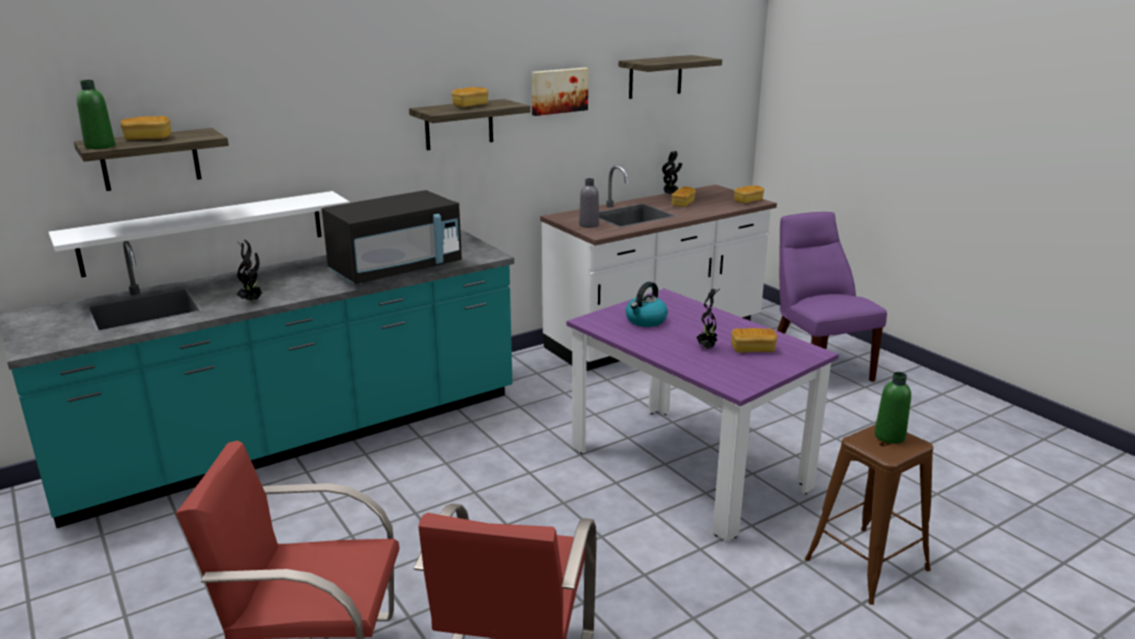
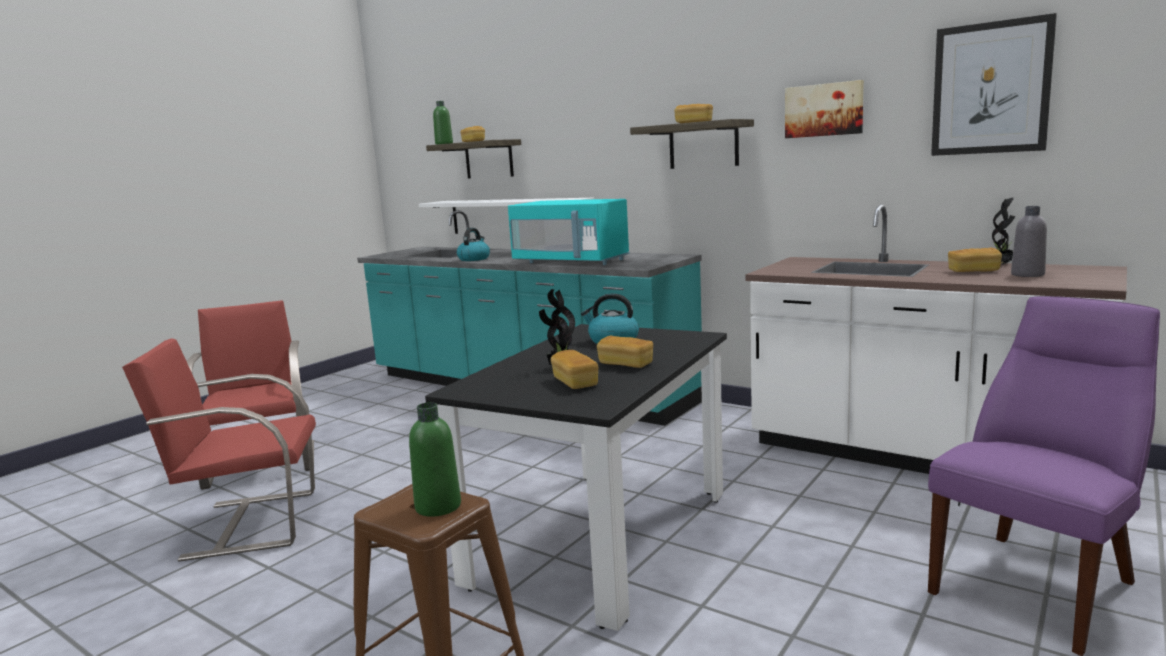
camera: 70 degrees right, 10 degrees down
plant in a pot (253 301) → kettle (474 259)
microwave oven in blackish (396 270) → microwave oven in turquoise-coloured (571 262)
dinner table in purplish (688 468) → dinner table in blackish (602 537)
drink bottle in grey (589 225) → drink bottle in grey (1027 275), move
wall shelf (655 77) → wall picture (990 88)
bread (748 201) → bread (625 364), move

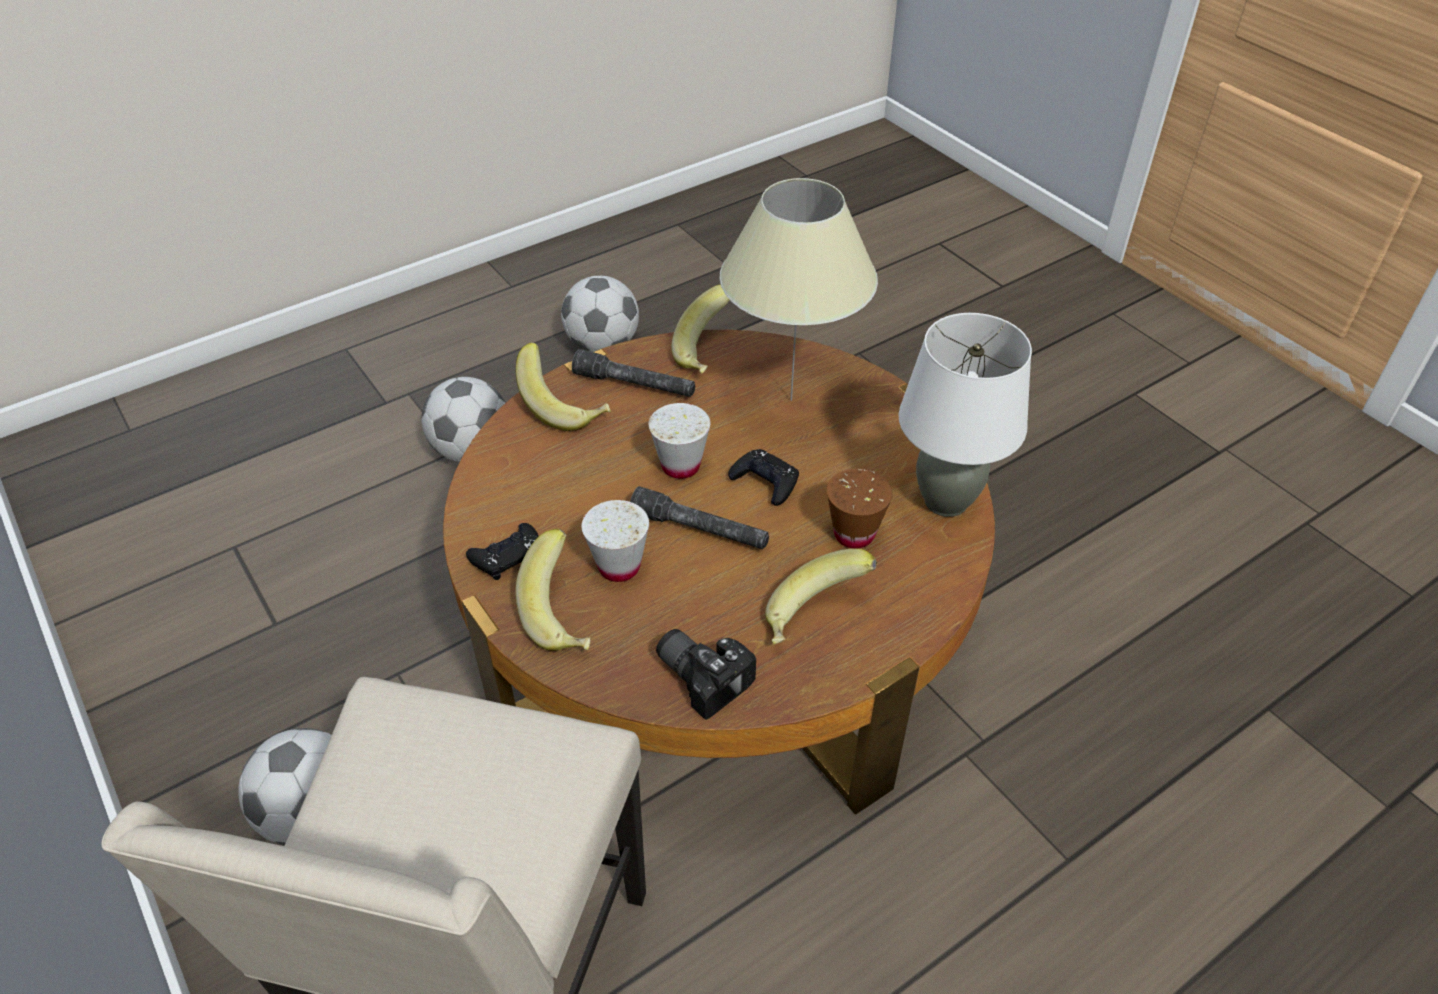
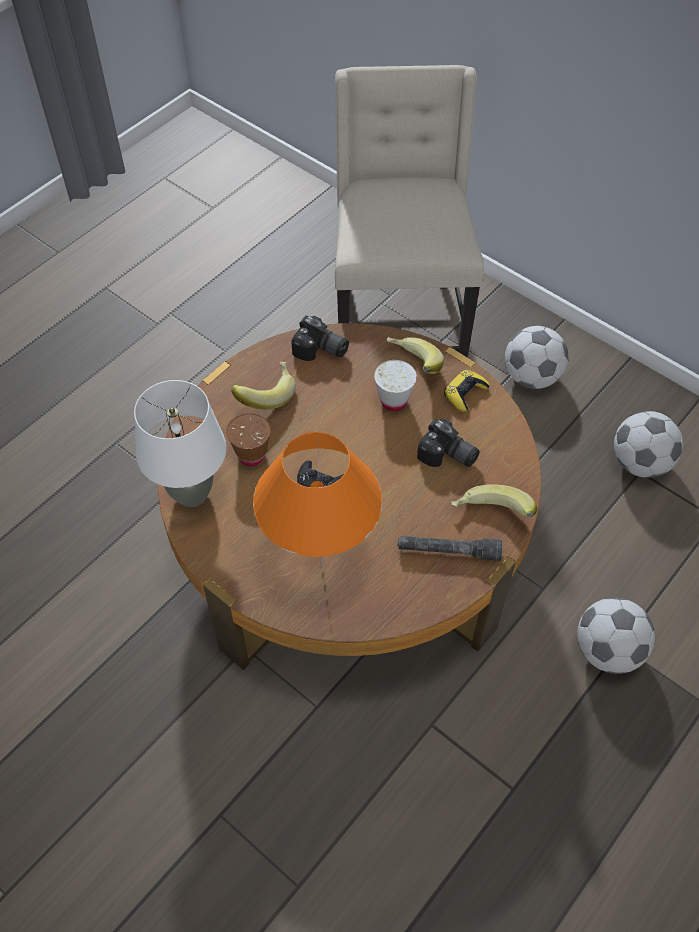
camera: 165 degrees right, 10 degrees up
joypad in blackish (507 556) → joypad in yellow-coloured (465 393)
ball for football (602 345) → ball for football (640 463), move
torch in grey (700 529) → -
cup in white-coloured (680 466) → -
whole banana (708 352) → -
lamp for a table in sand-coloured (791 400) → lamp for a table in orange (320 564)
- → still camera (447 456)

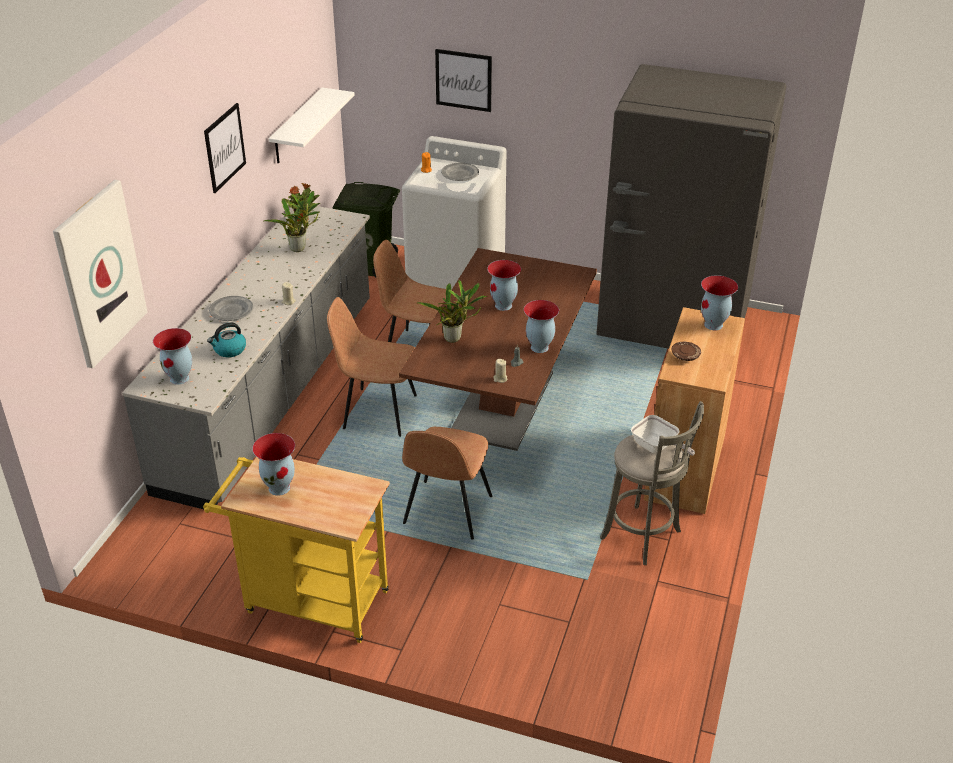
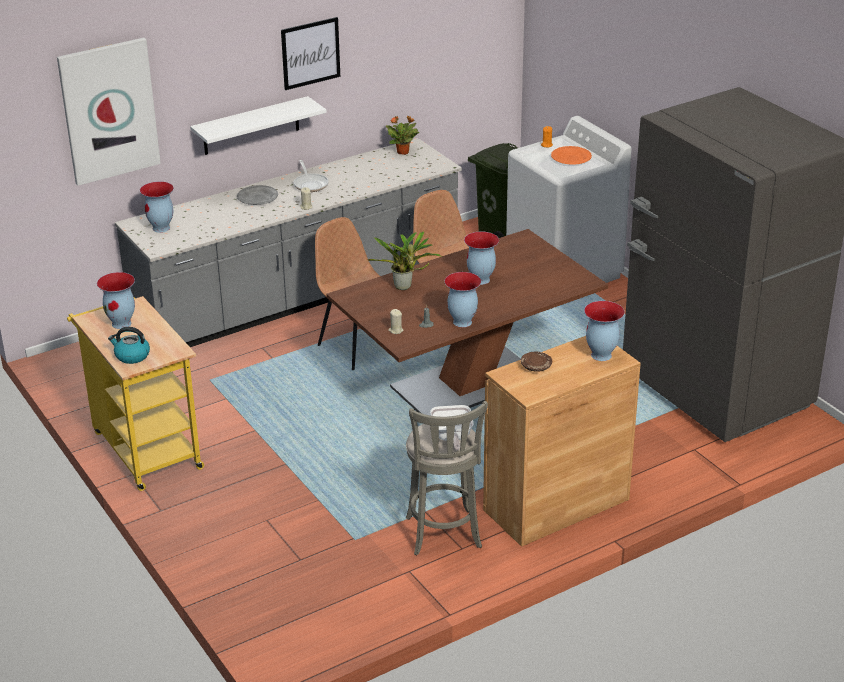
camera: 40 degrees right, 5 degrees down
kettle (229 350) → kettle (131 356), move
plant in a pot (300 248) → -
wall shelf in white-coloured (297 126) → wall shelf in white-coloured (251 126), move
chair in brown (447 511) → -
wall picture (463 80) → -
dinner plate in grey (460 174) → dinner plate in orange (571 158)
- → skillet (310 184)

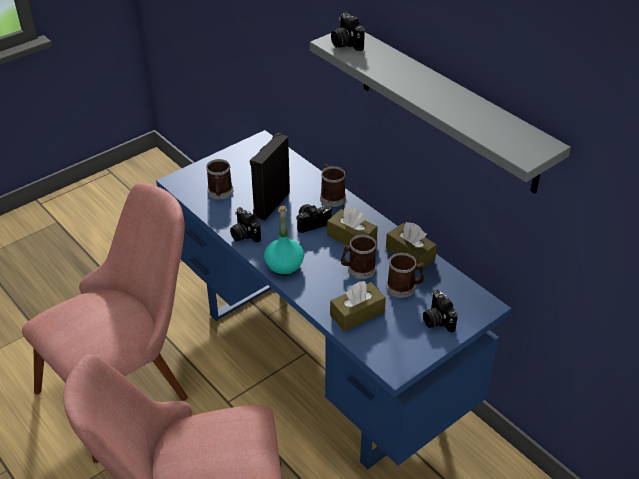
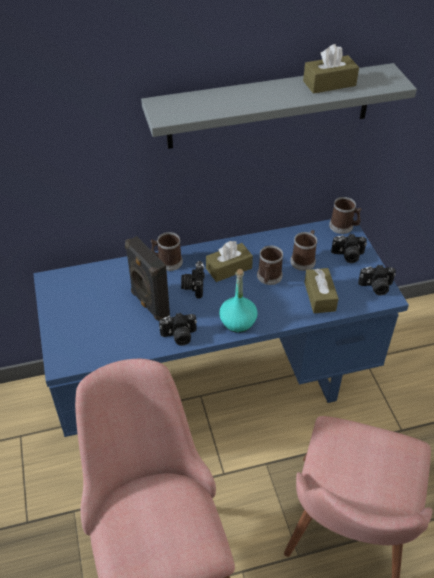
camera: 65 degrees left, 5 degrees up
tea mug (220 193) → tea mug (344 226), move
still camera (345 43) → still camera (376 287), move
box of tissues in brown (410 254) → box of tissues in brown (329 83), move

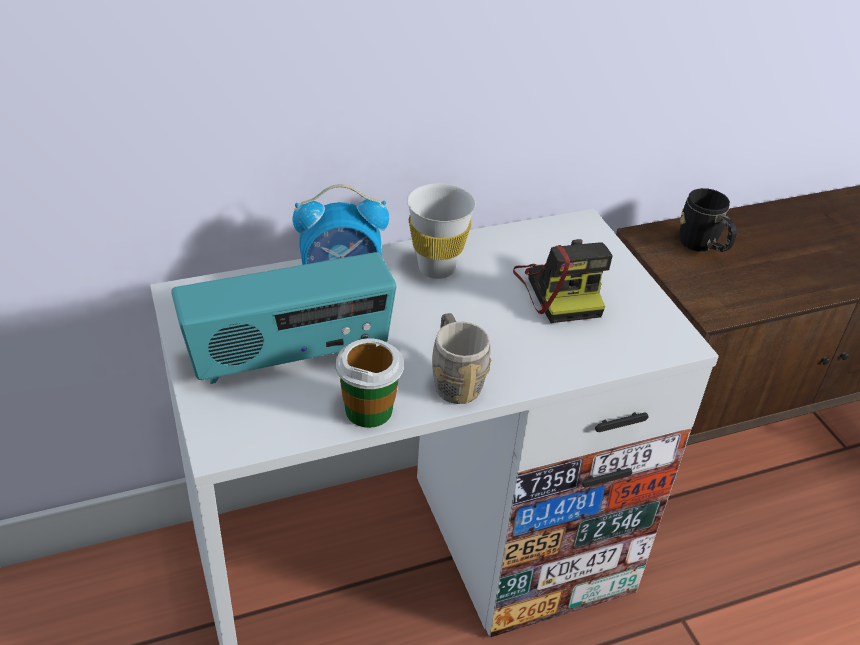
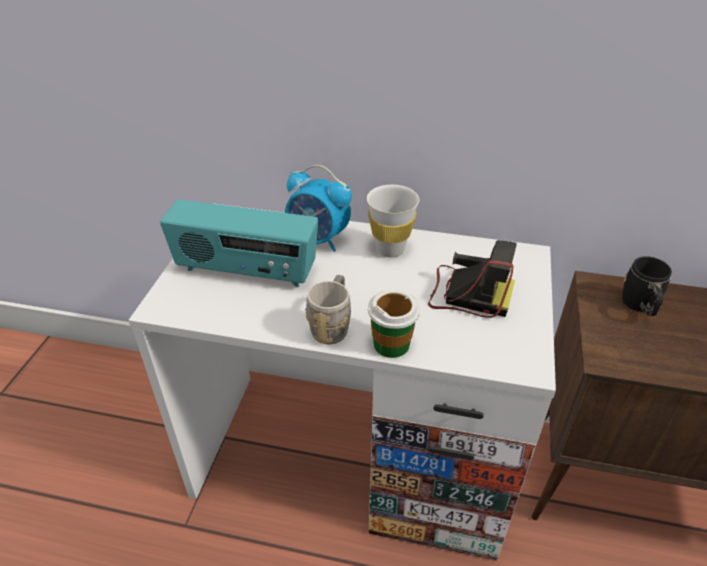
camera: 35 degrees right, 0 degrees up
cup (369 410) → cup (391 344), move
still camera (560 289) → still camera (467 294), 90 degrees counterclockwise

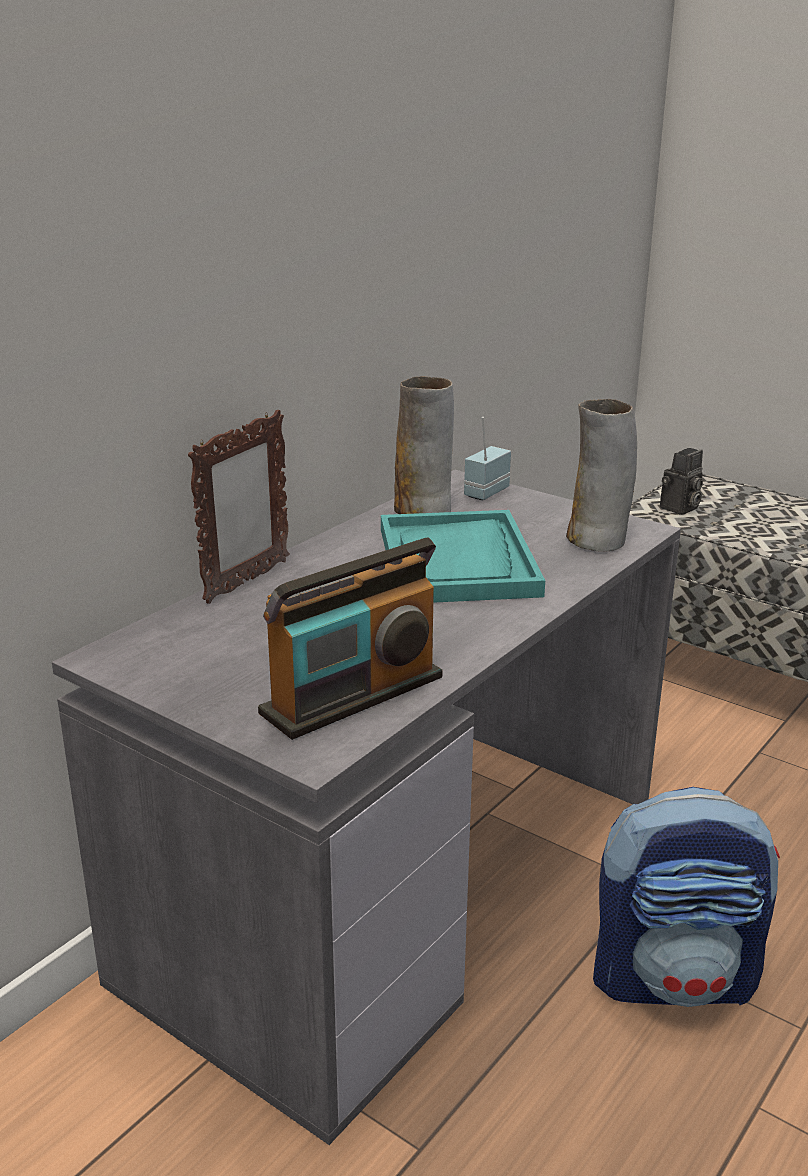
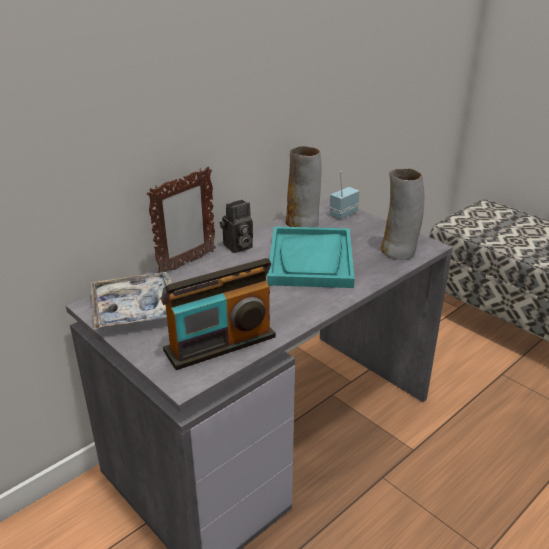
camera: 10 degrees right, 5 degrees up
knapsack (674 978) → -
still camera (679 509) → still camera (237 247), move
- → carrying tray (135 309)

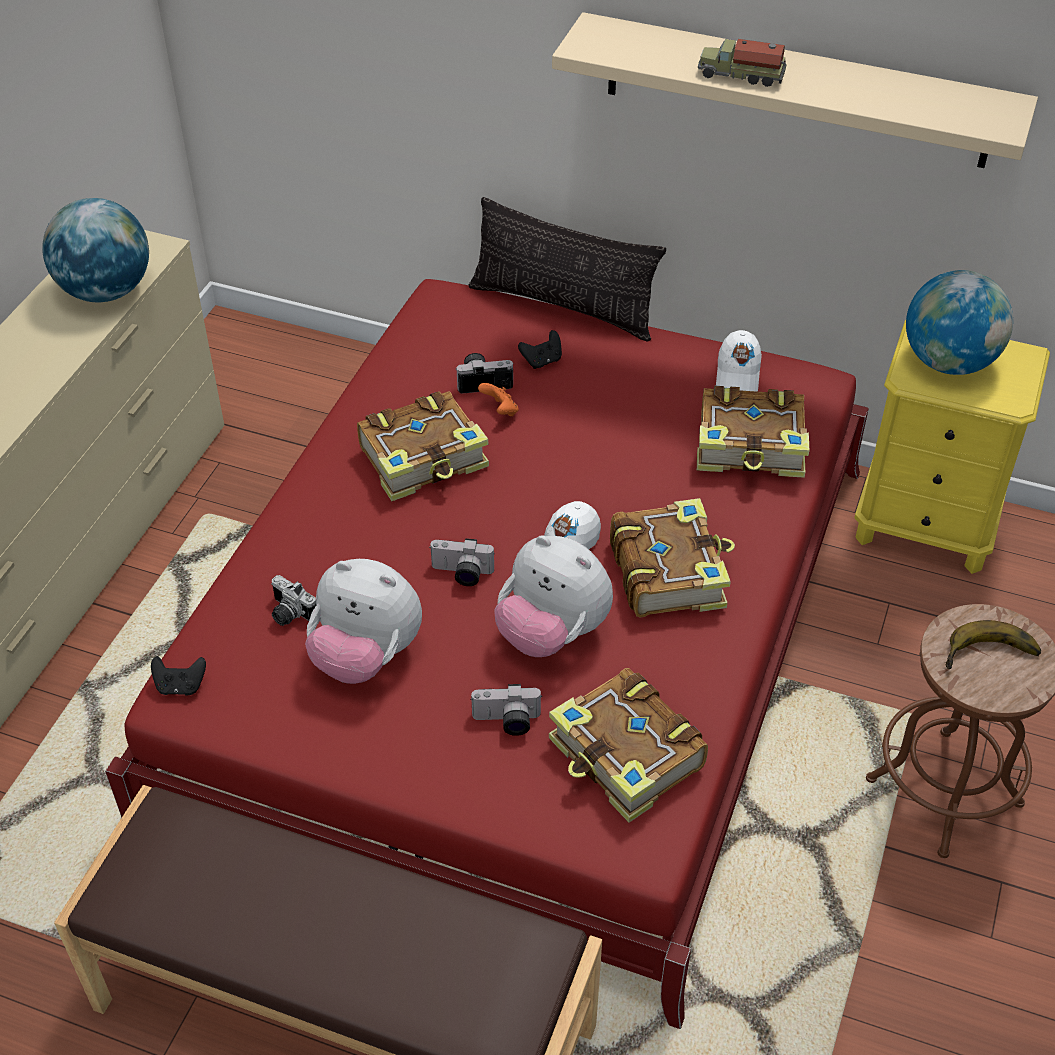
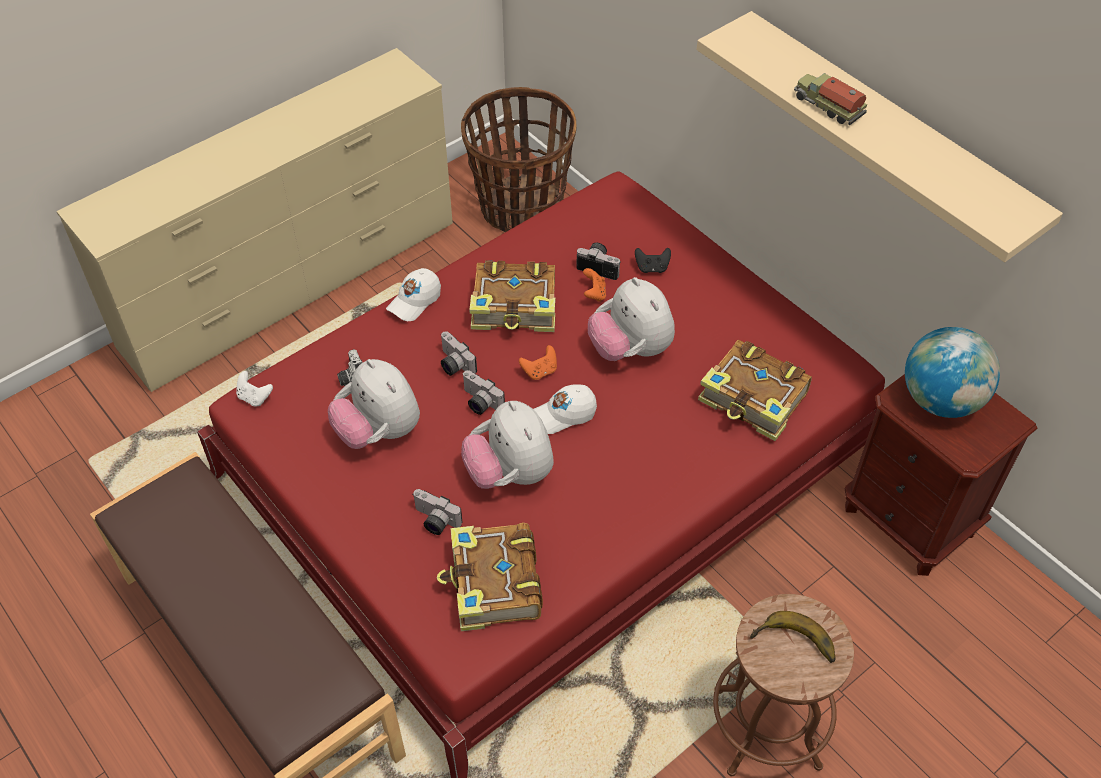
camera: 30 degrees right, 5 degrees up
globe (106 291) → -
joypad in blackish (180 686) → joypad in white-coloured (254 397)
cushion (563 306) → -
volume (668 571) → -
peaked cap in white-coloured (738 373) → peaked cap in white-coloured (414 301), move
night table in yellow-coloured (925 526) → night table in brown (908 520)
- → still camera (453 364)
- → household basket (520 208)
- → joypad in orange (540 371)
- → cuddly toy (630 349)

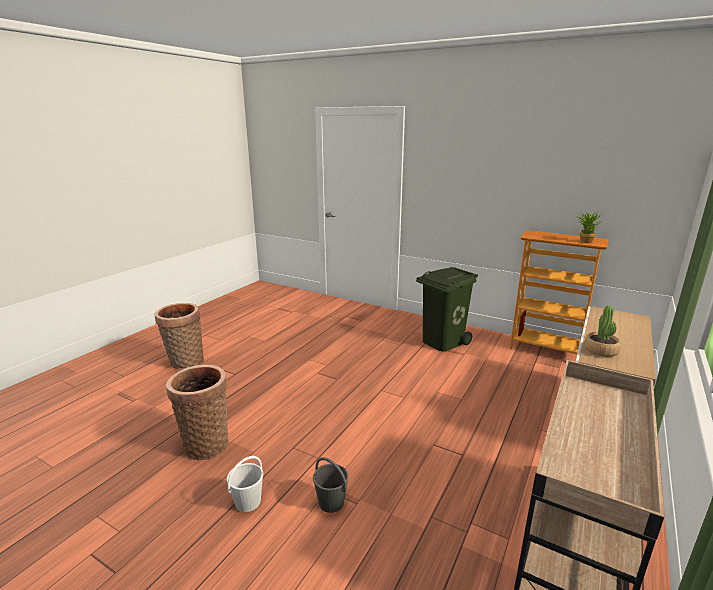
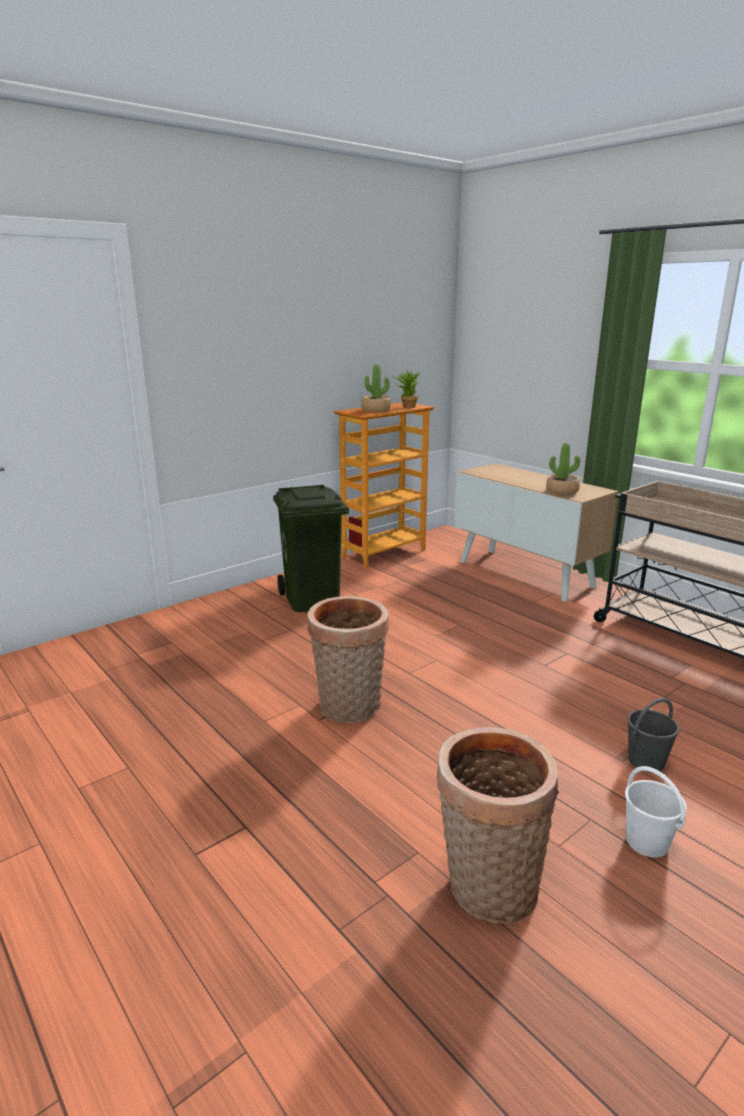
camera: 70 degrees left, 0 degrees up
household basket (185 362) → household basket (349 709), move
- → plant in a pot (375 410)

